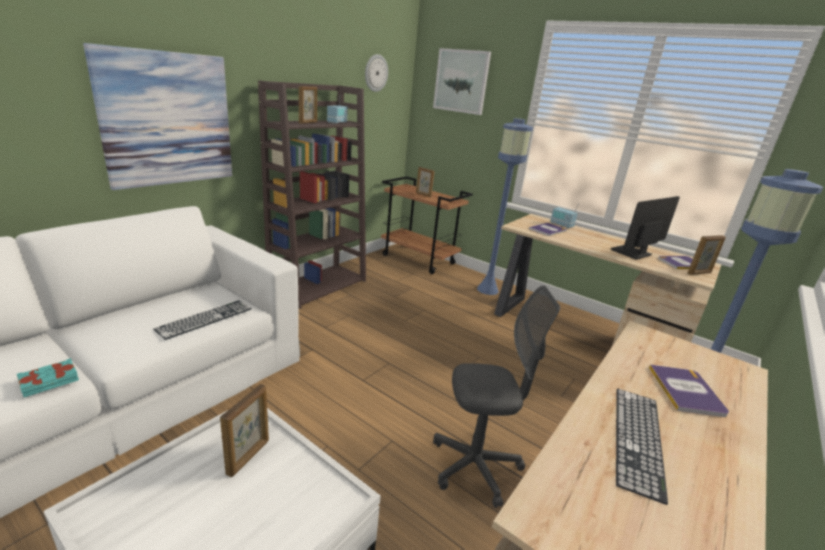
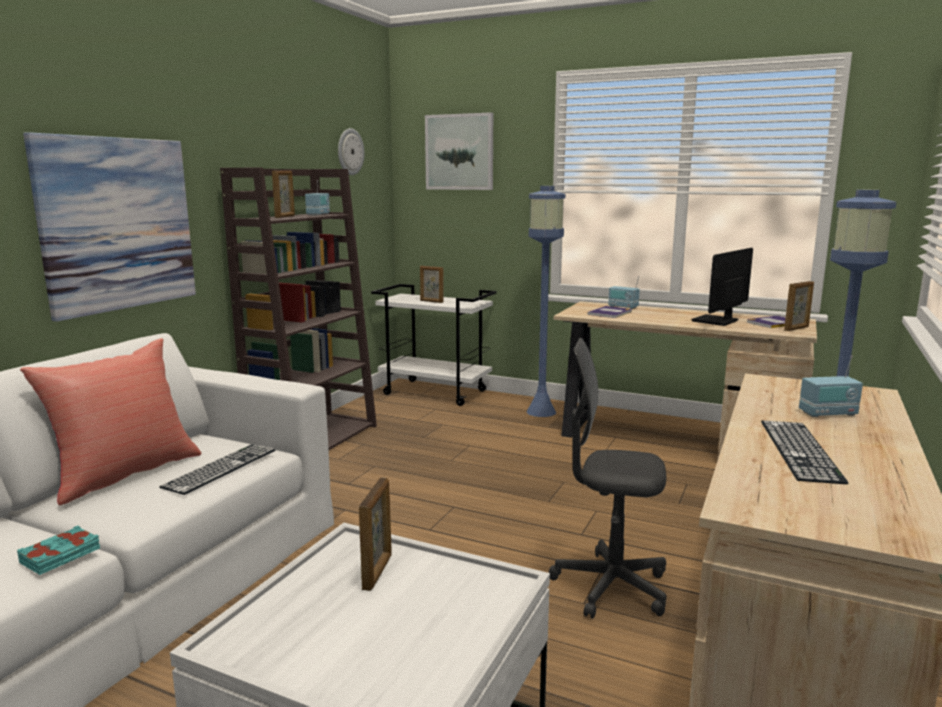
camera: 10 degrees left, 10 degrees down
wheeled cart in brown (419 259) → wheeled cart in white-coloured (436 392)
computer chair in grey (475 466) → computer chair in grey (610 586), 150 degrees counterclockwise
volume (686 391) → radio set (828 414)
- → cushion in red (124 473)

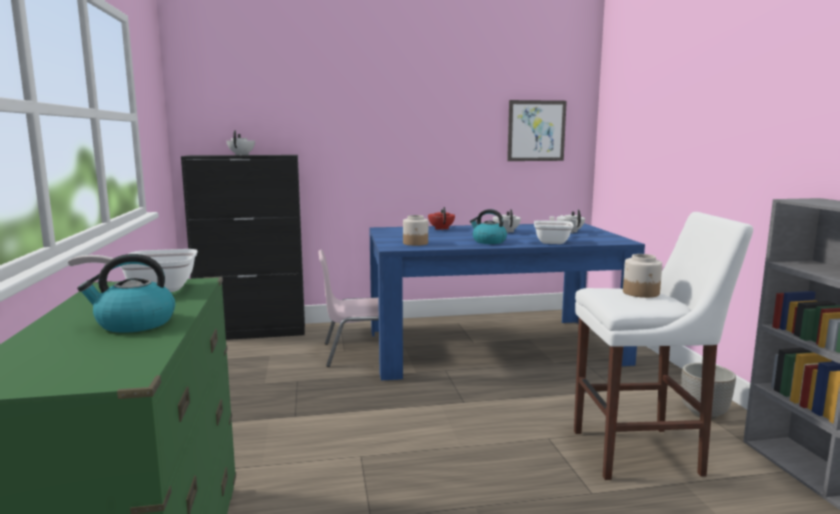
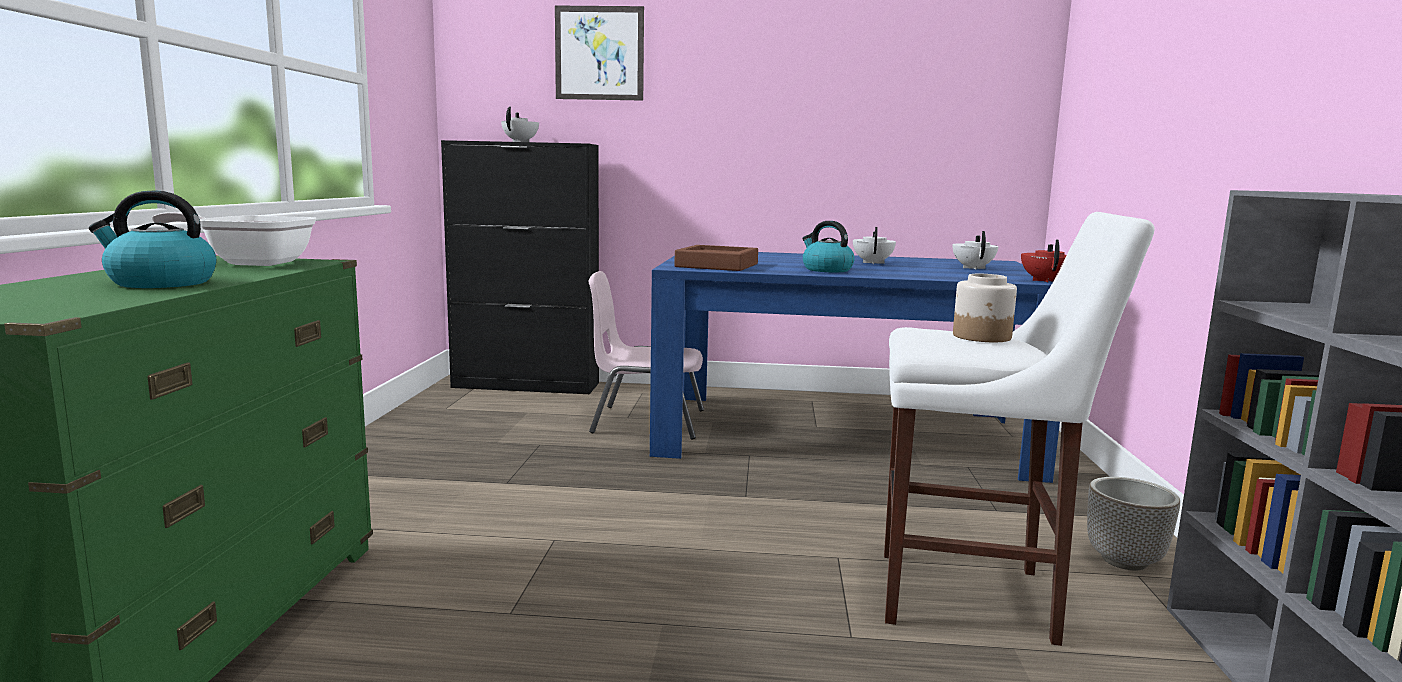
camera: 15 degrees right, 0 degrees up
storage jar (415 243) → carrying tray in brown (717 265)
tea pot in red (441 229) → tea pot in red (1044 280), move
wall picture (536 131) → wall picture (599 53), move
skillet (552 241) → -

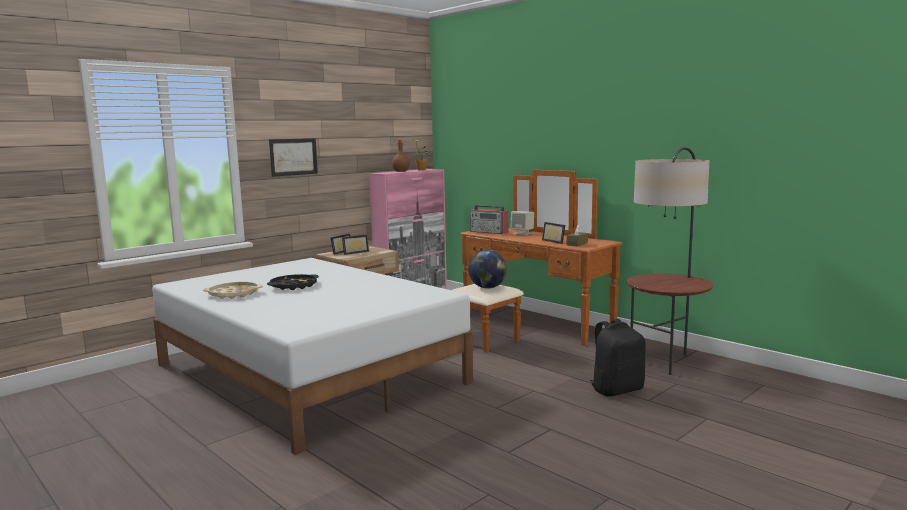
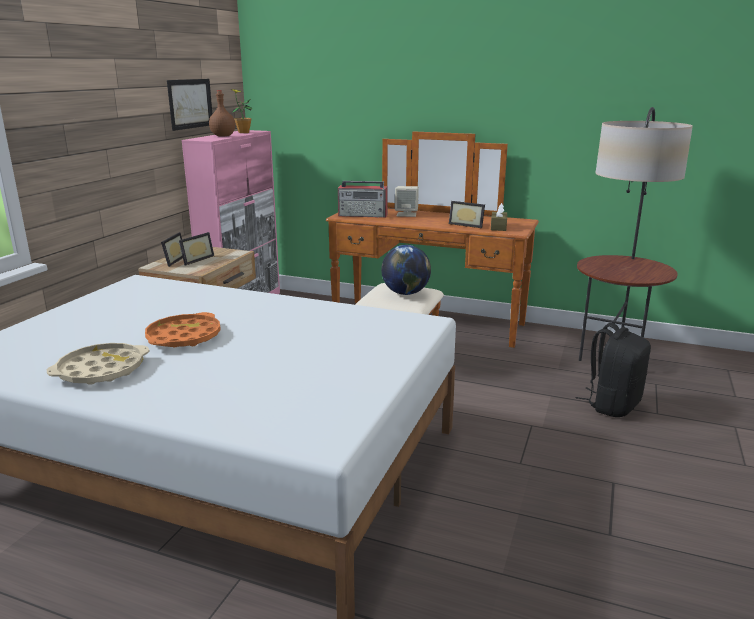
camera: 25 degrees left, 10 degrees up
carrying tray in blackish (293 286) → carrying tray in orange (184 337)
wall picture (293 157) → wall picture (190 103), move

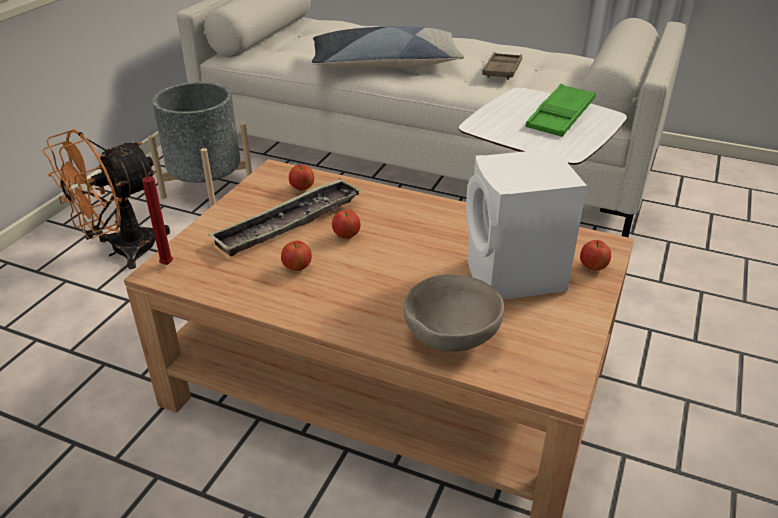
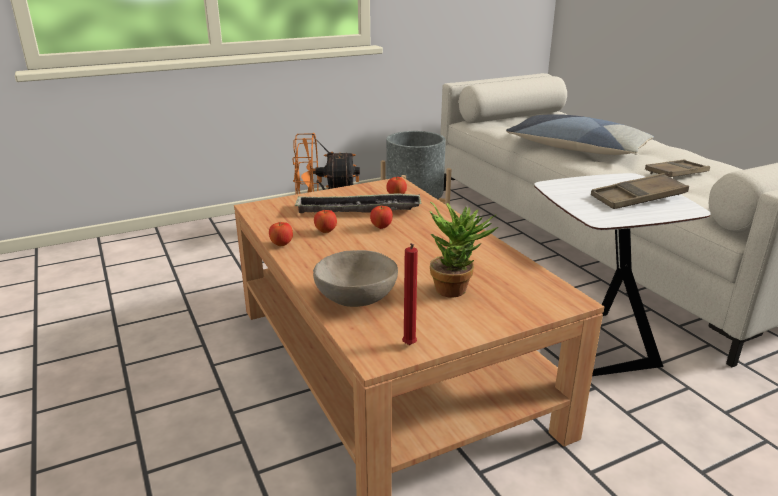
camera: 40 degrees right, 10 degrees down
candle in red (167 266) → candle in red (409 346), move
speaker in white-coloured (515 277) → plant in a pot (457 289)
carrying tray in green (560 117) → carrying tray in brown (638 198)
apple fruit (593 267) → apple fruit (281 245), move

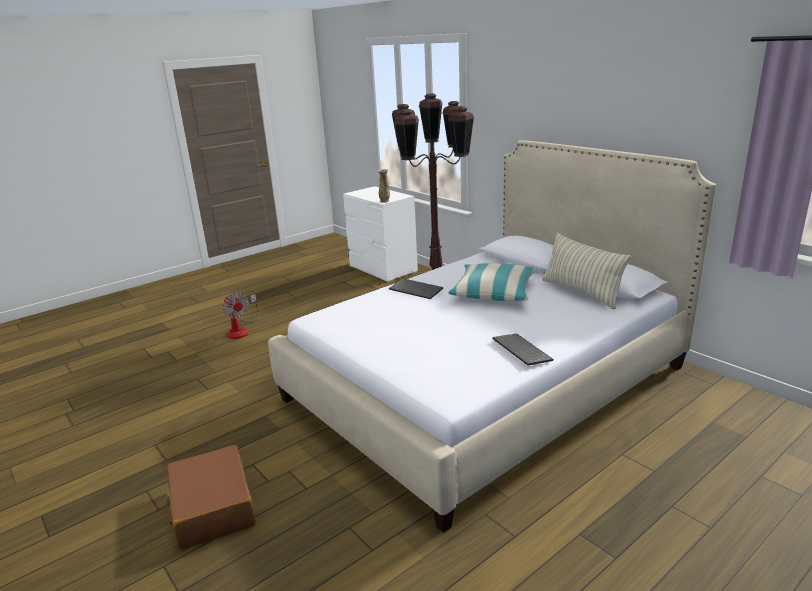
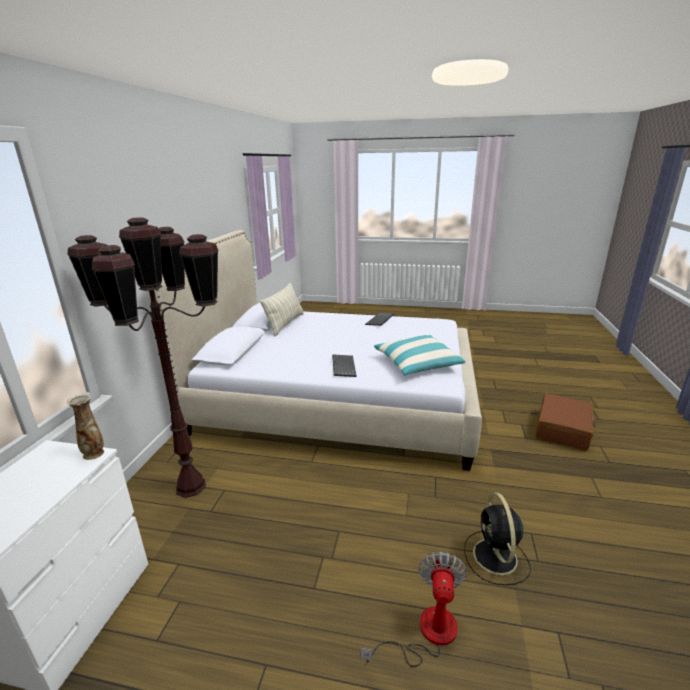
camera: 130 degrees left, 0 degrees up
cushion (494 292) → cushion (417 363), move
- → cooling fan in blackish (495 558)

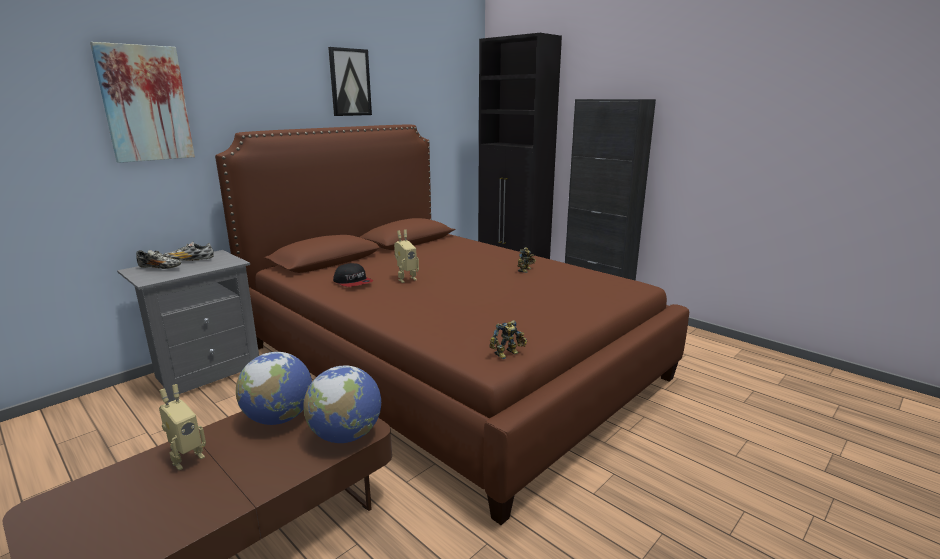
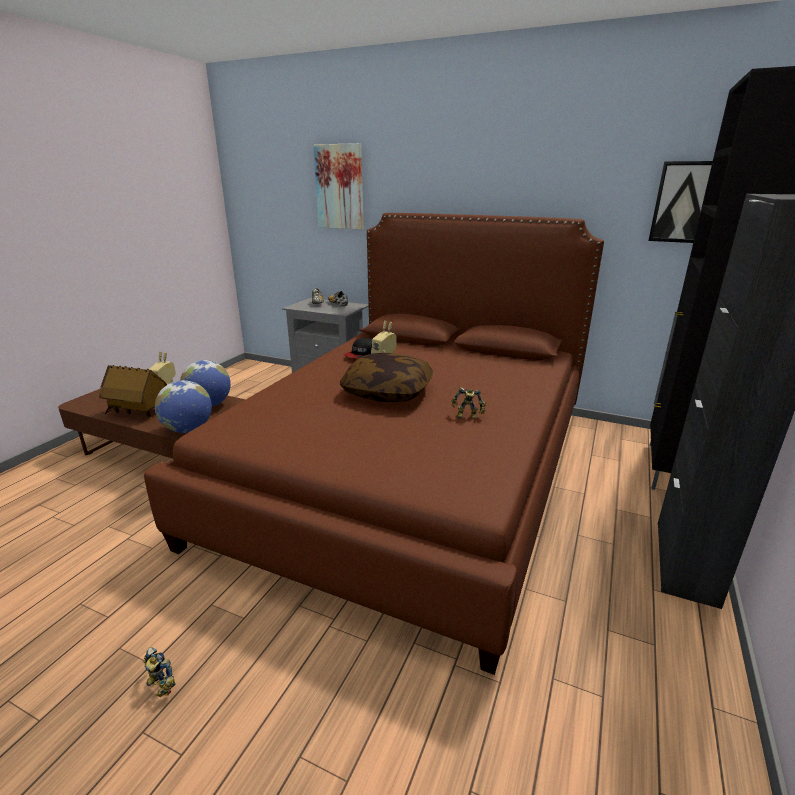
camera: 70 degrees right, 5 degrees up
wall picture (350 82) → wall picture (684 202), move
model robot (508 354) → model robot (159 686), move
- → model house (138 412)
- → cushion (387 392)

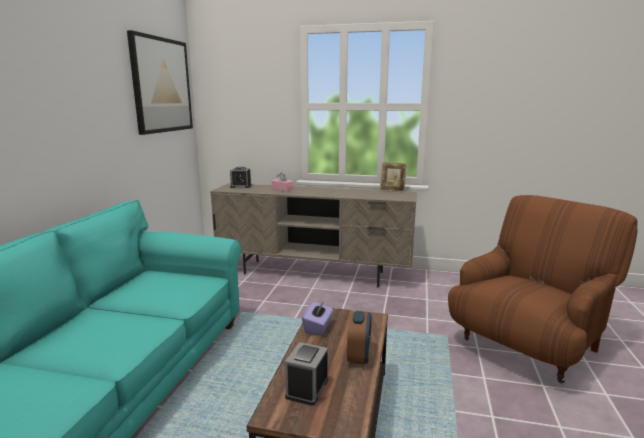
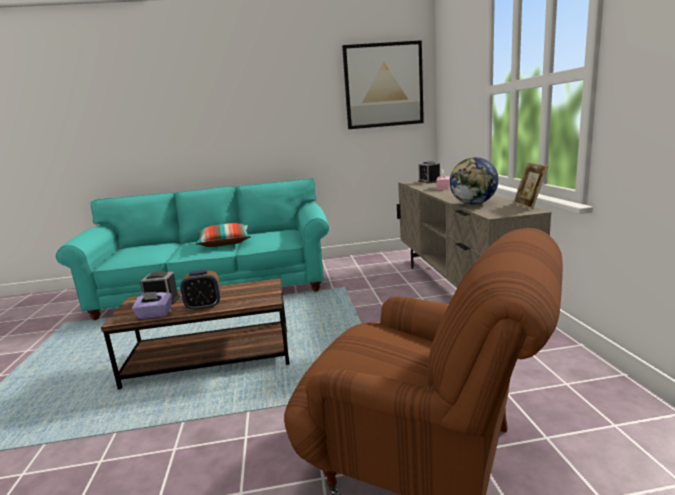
camera: 70 degrees right, 0 degrees up
box of tissues in purplish (318 328) → box of tissues in purplish (155 315), move
- → cushion (225 243)
- → globe (473 204)

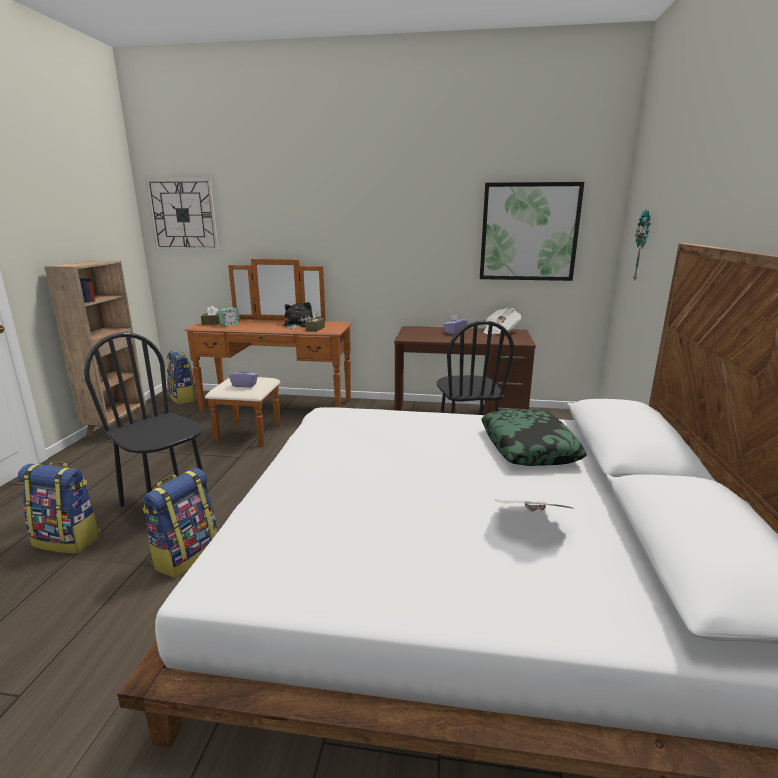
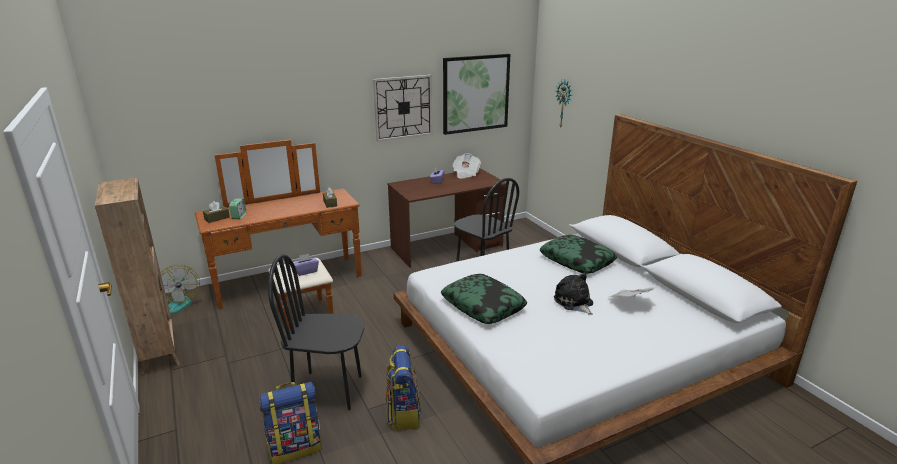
camera: 35 degrees left, 5 degrees up
wall clock (183 215) → wall clock (403 107), move
knapsack (184 398) → cooling fan (179 303)
cuddly toy (297 325) → cuddly toy (574 302), move
- → cushion (483 305)

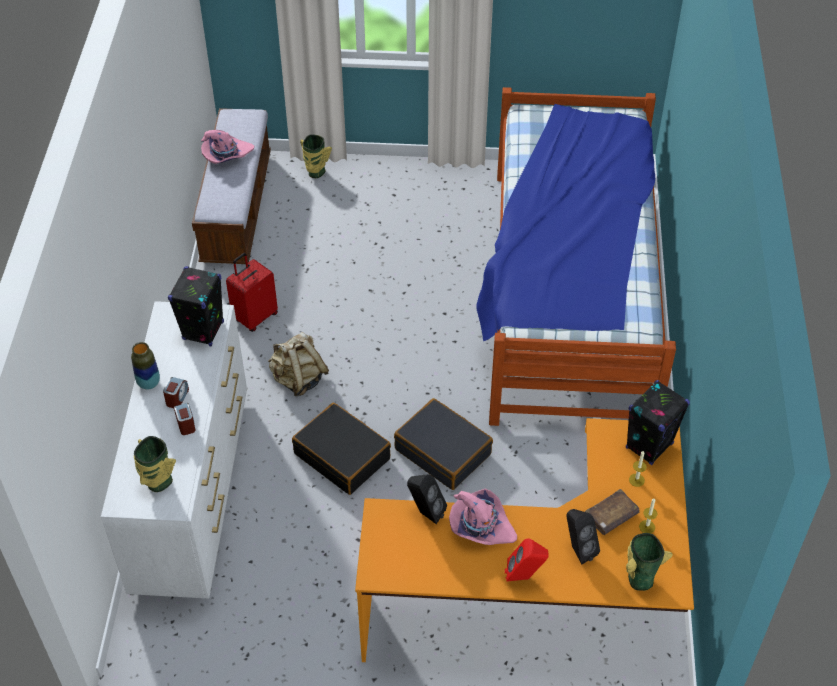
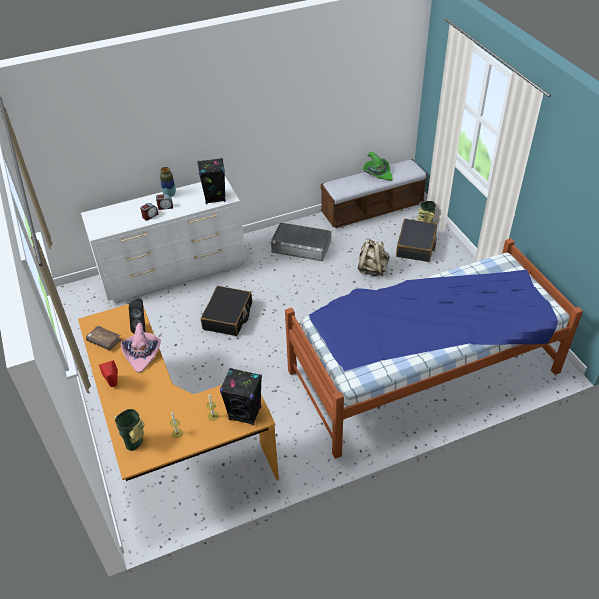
camera: 65 degrees right, 5 degrees down
decorative vase (158 482) → -
wearable hat in pink-coloured (226 154) → wearable hat in green (377 173)
piece of luggage in red (255 317) → storage bin in grey (301 246)
knapsack in sand-coloured (298 379) → knapsack in sand-coloured (372 269), move
piece of luggage in blackish (443 451) → piece of luggage in blackish (416 246), move
speaker in blackish (578 549) → -
volume in brown (611 516) → volume in brown (104 341), move

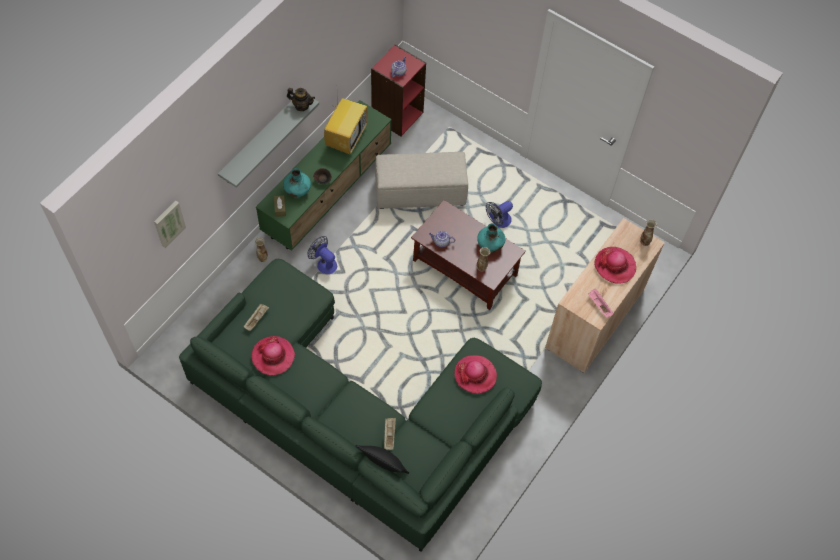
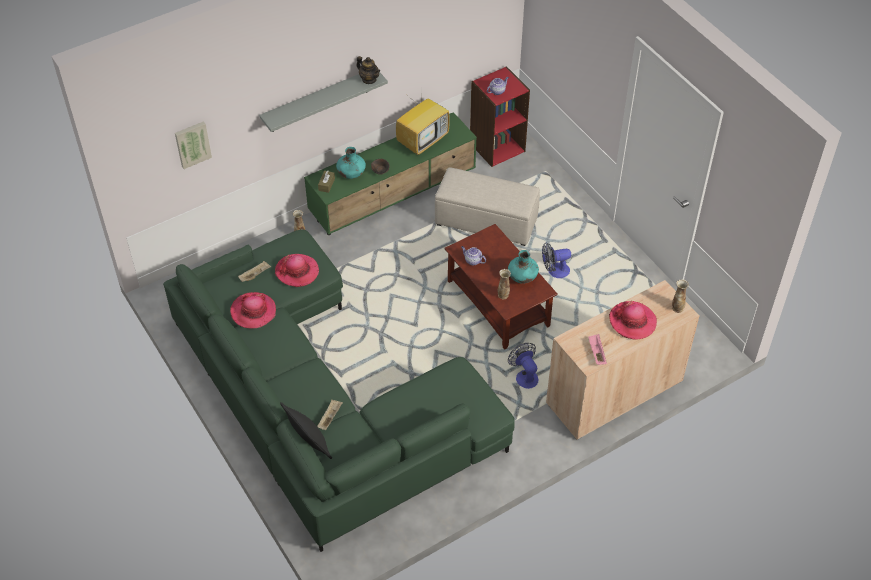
camera: 25 degrees right, 10 degrees down
cooling fan (324 263) → cooling fan (524 376), move
wearable hat (475 375) → wearable hat (297 271), move

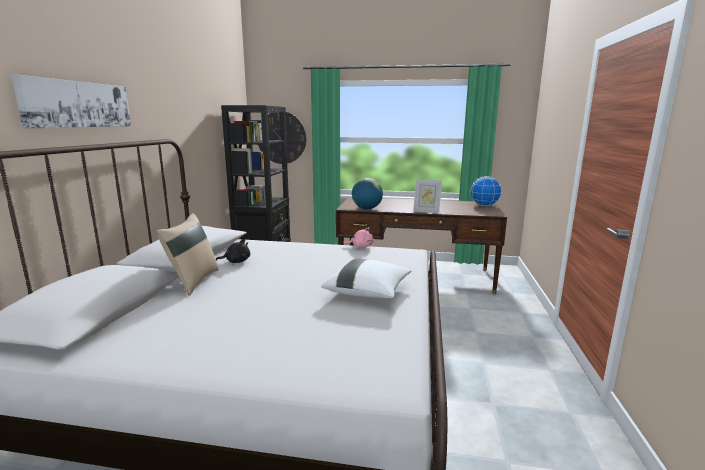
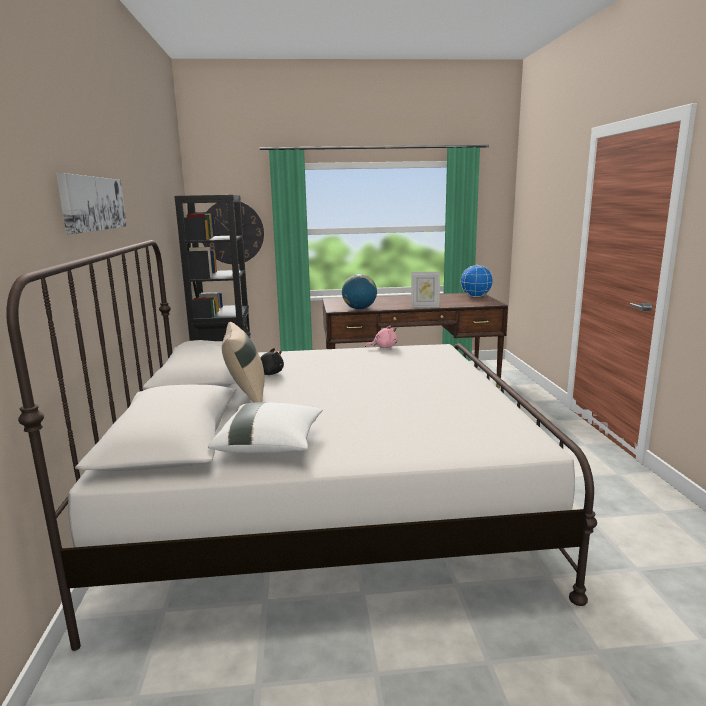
camera: 15 degrees left, 0 degrees up
cushion in white-coloured (368 292) → cushion in white-coloured (270 445), move

